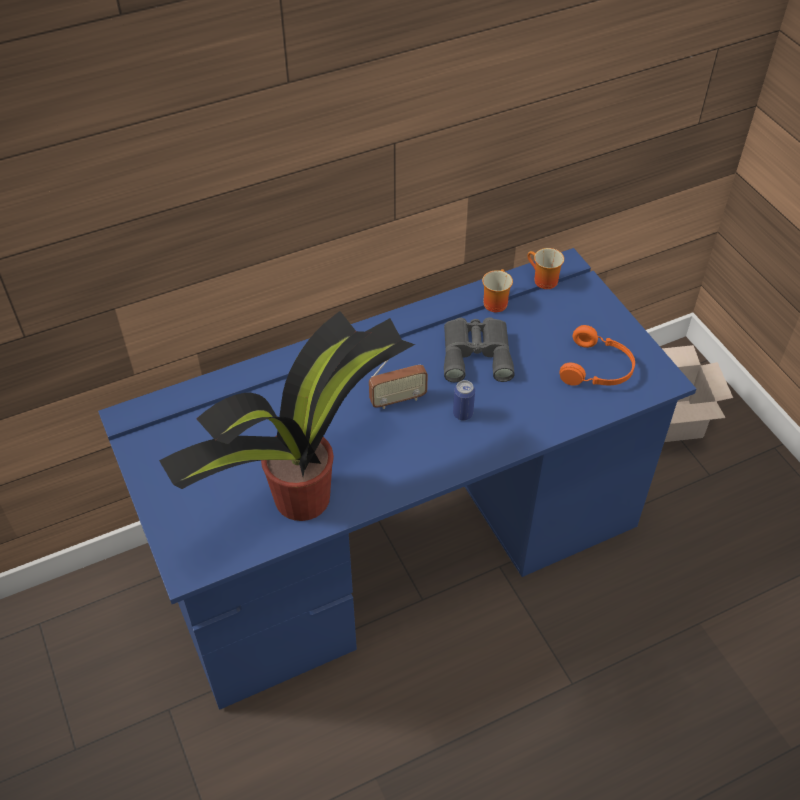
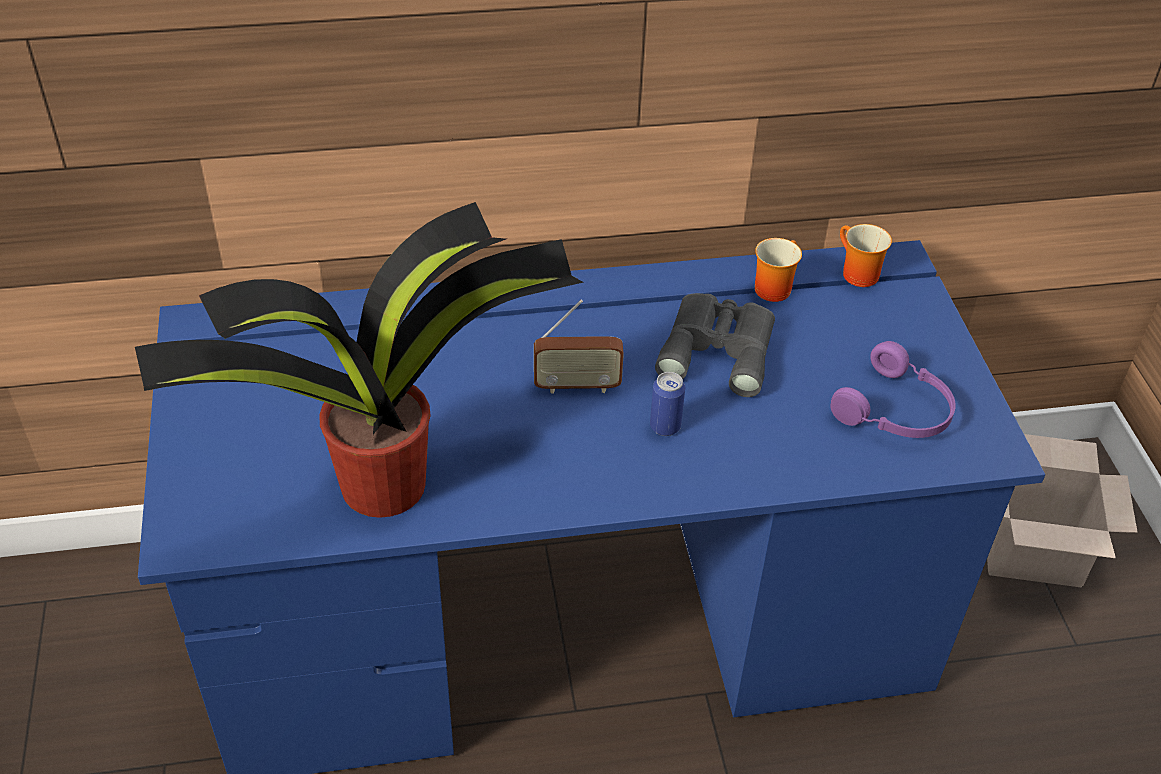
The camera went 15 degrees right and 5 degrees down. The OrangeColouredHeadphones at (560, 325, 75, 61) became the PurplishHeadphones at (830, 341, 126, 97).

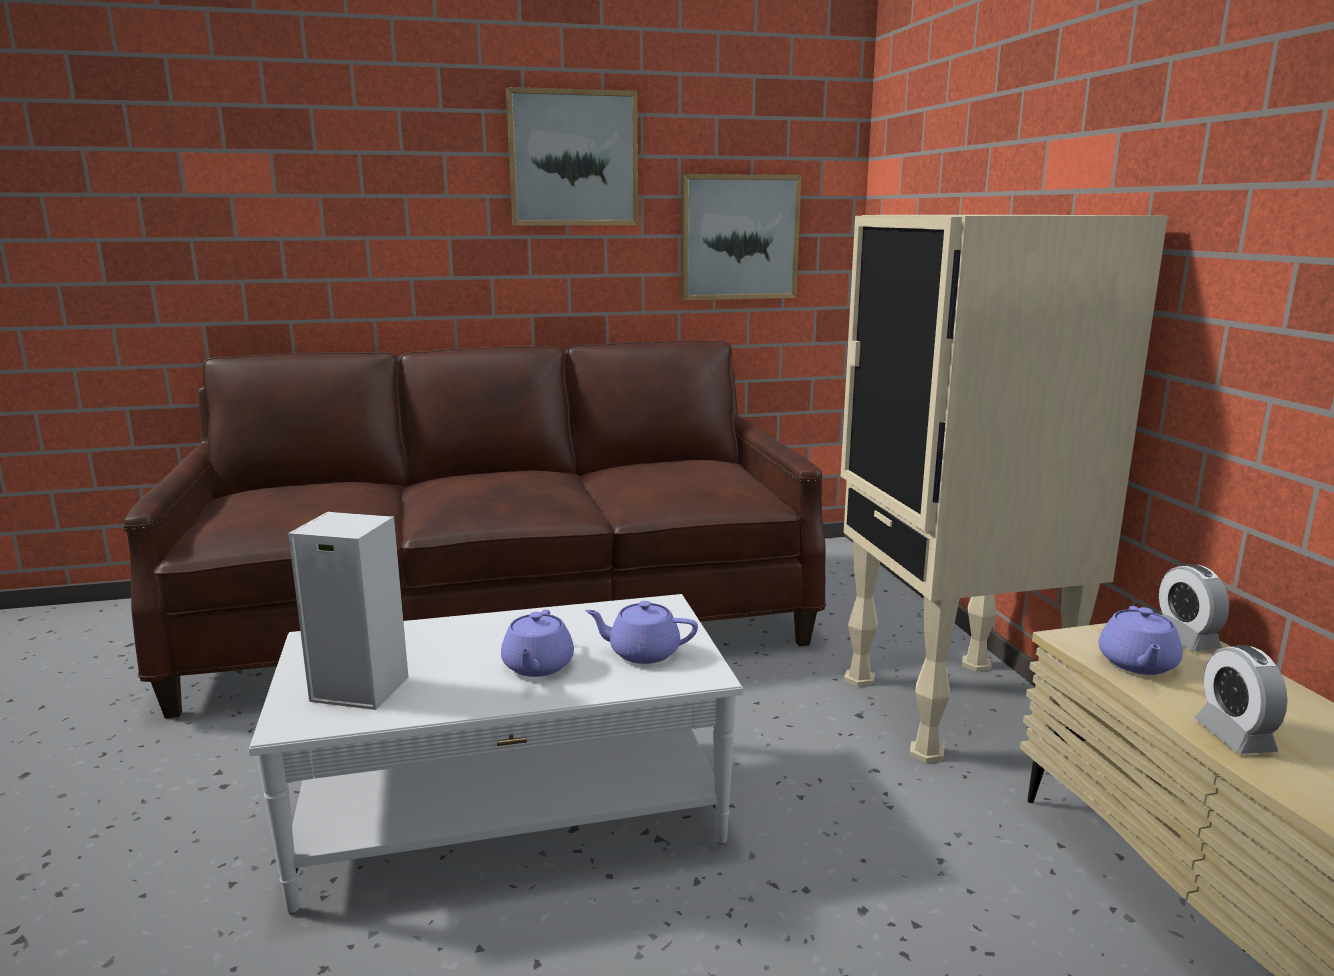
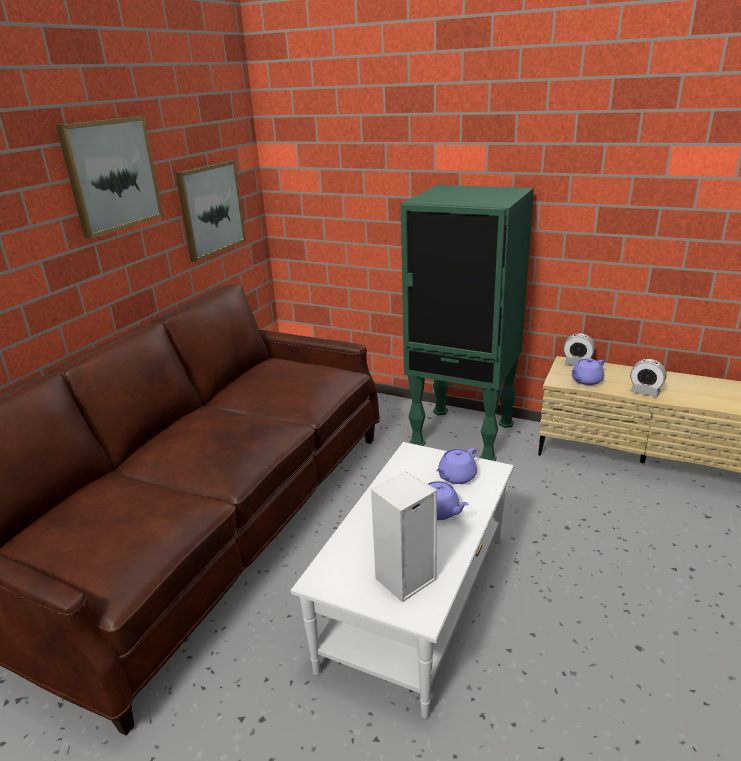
The camera went 50 degrees left and 10 degrees up. The BeigeColouredCupboard at (841, 215, 327, 548) became the GreenishCupboard at (401, 185, 133, 276). The PurplishPotForTea at (1099, 606, 83, 69) turned 90 degrees clockwise.

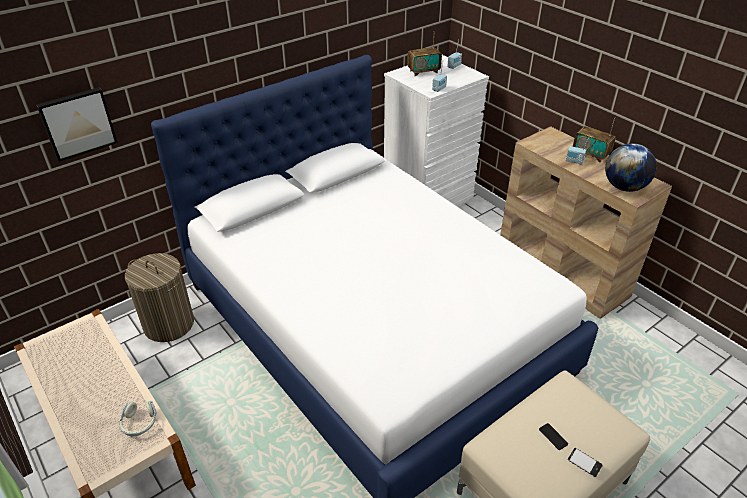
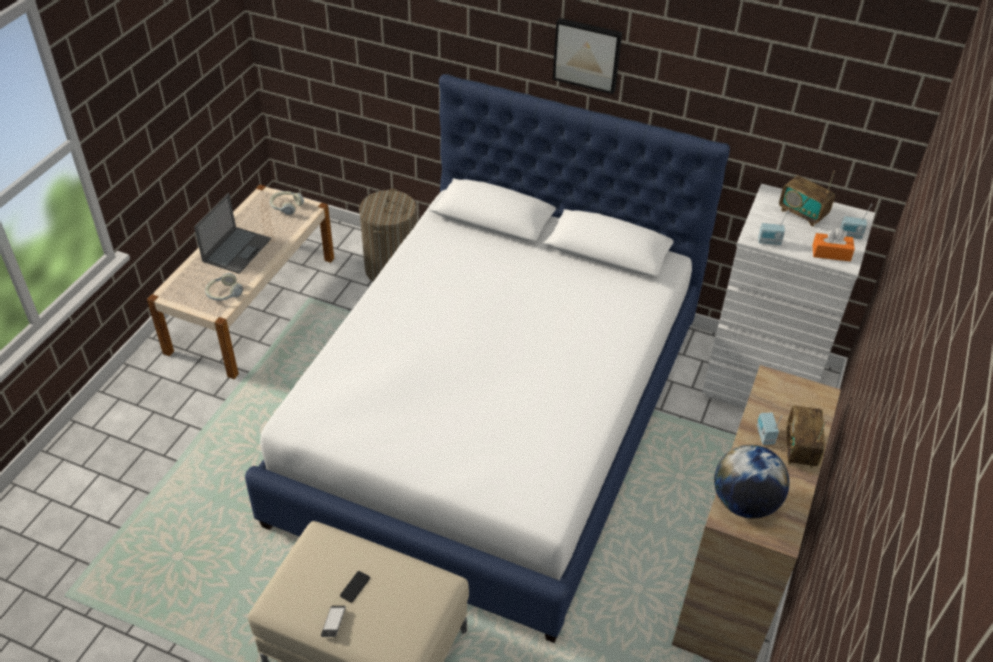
The camera went 60 degrees right and 5 degrees up. The Picture moved from (36, 87, 82, 75) to (553, 18, 69, 76). The PortableComputer at (194, 193, 77, 81) appeared. The Headphones at (270, 191, 34, 24) appeared. The OrangeColouredTissueHolder at (812, 228, 43, 33) appeared.

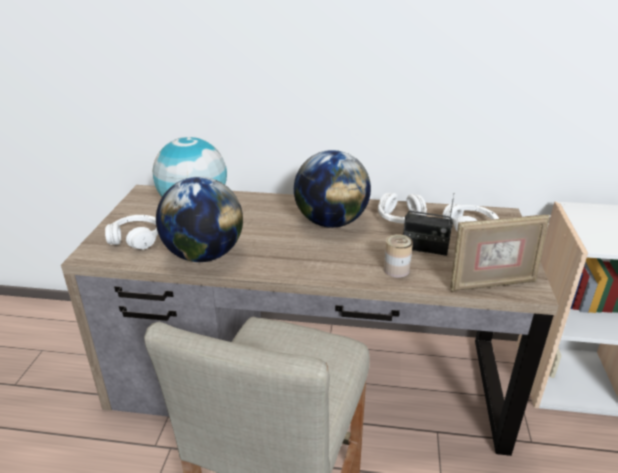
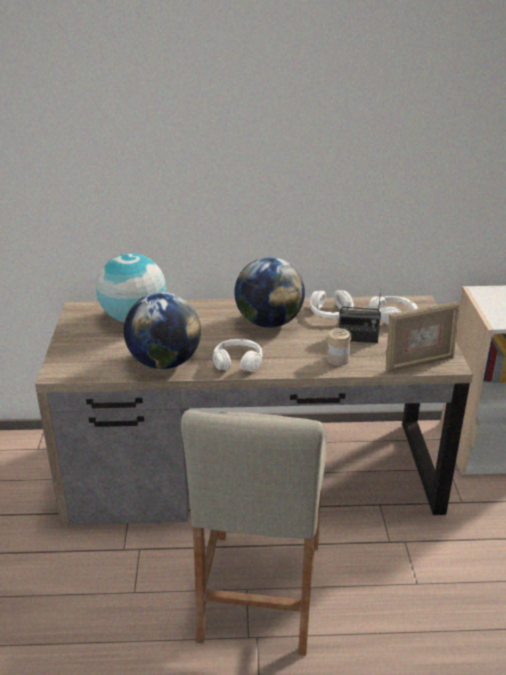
The camera went 10 degrees left and 0 degrees up. The WhiteColouredHeadphones moved from (105, 215, 53, 35) to (213, 339, 49, 33).

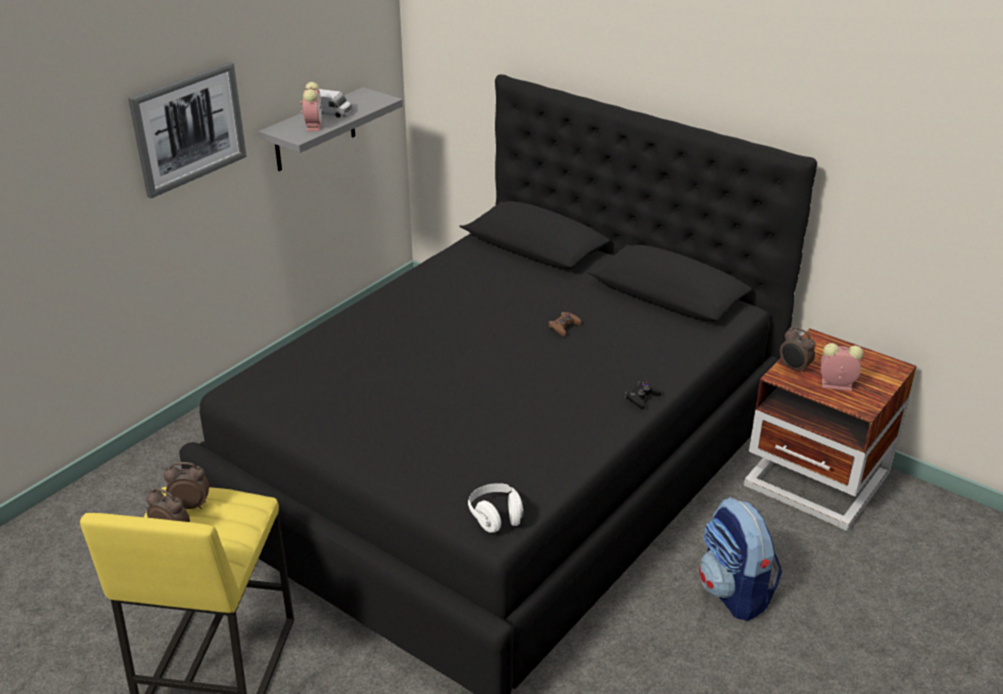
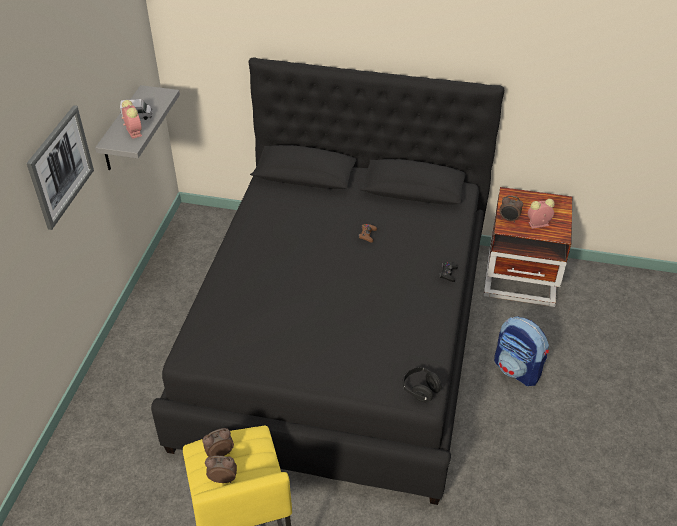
The camera went 25 degrees left and 10 degrees up. The WhiteColouredHeadphones at (468, 483, 56, 50) became the BlackColouredHeadphones at (402, 367, 40, 35).

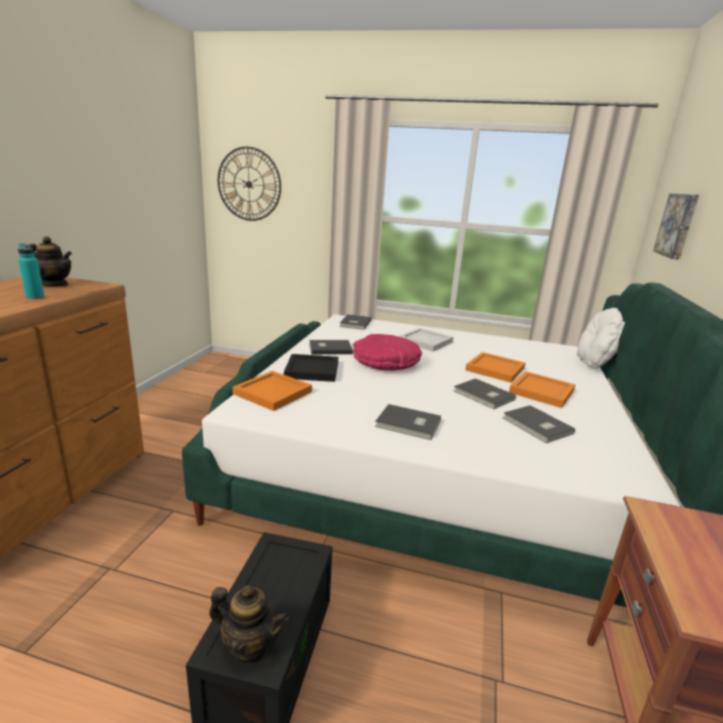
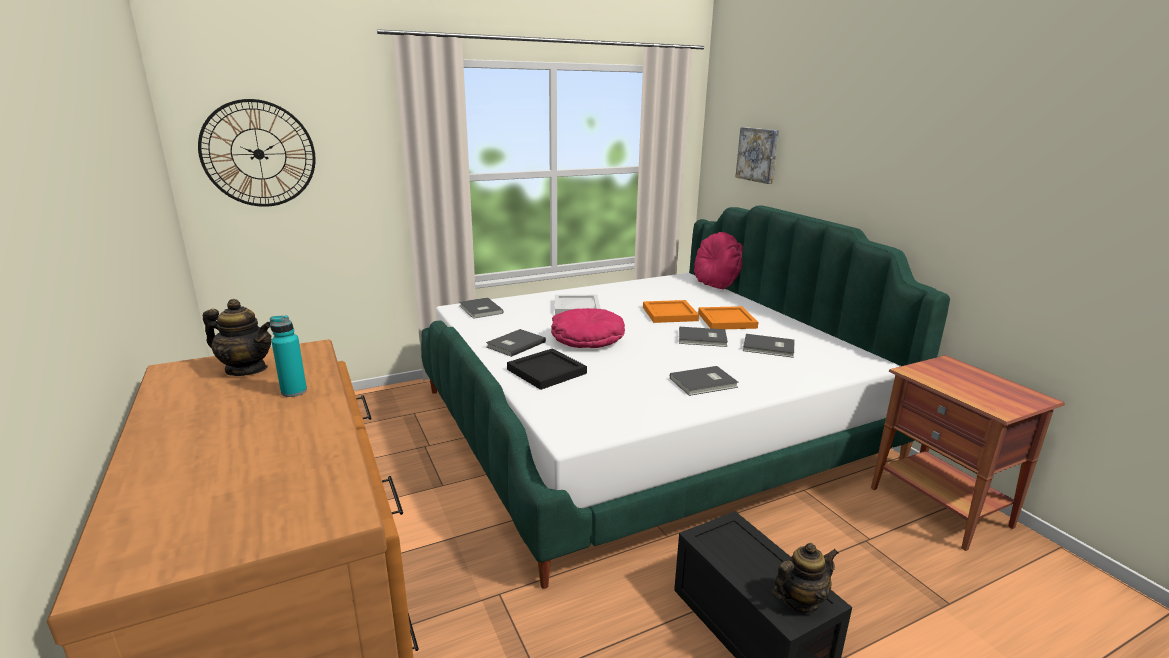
The camera went 40 degrees left and 0 degrees up. The PotForTea at (29, 237, 43, 49) turned 45 degrees clockwise. The OrangeColouredServingTray at (232, 371, 80, 40) disappeared. The WhiteColouredThrowPillow at (577, 308, 48, 60) became the PinkishThrowPillow at (694, 232, 49, 57).

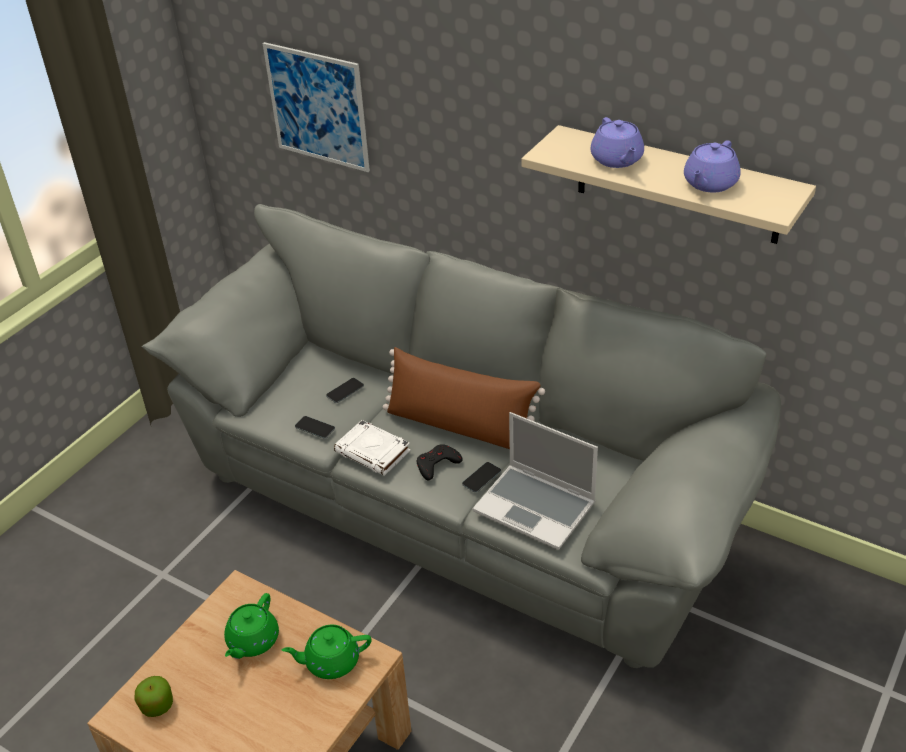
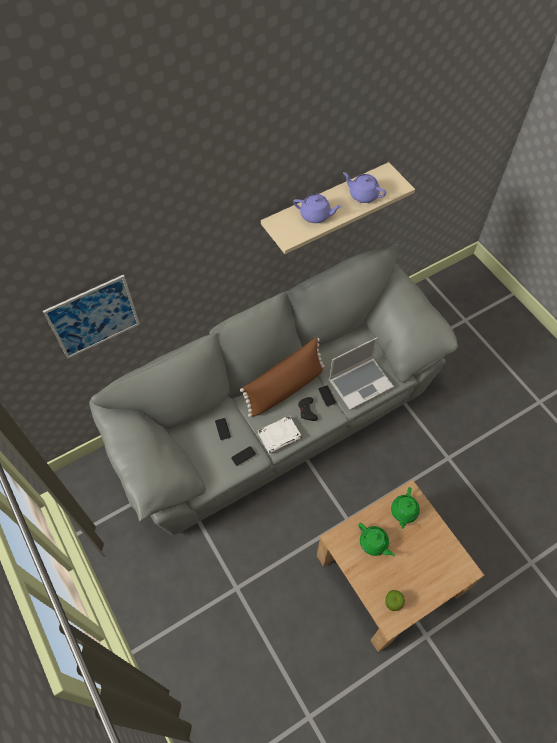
The camera went 65 degrees left and 20 degrees up. The PurplishPotForTea at (684, 140, 57, 52) turned 150 degrees clockwise.

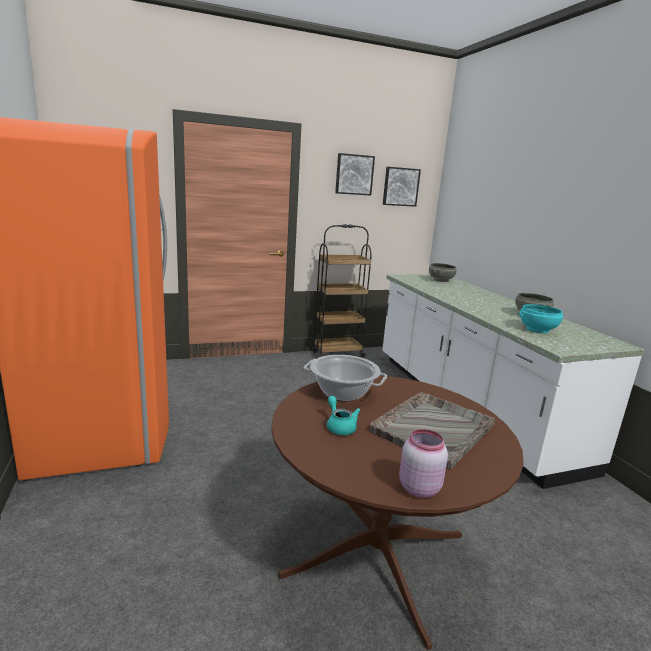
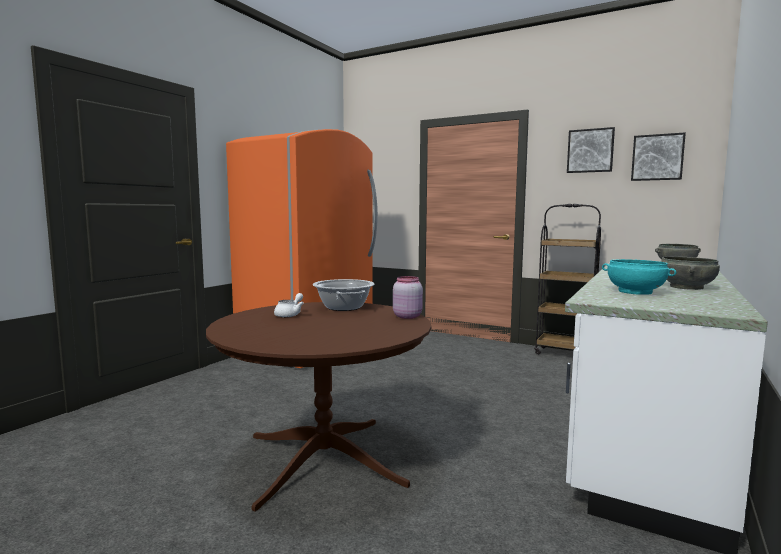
The camera went 50 degrees right and 10 degrees down. The TurquoisePotForTea at (327, 396, 33, 39) became the WhiteColouredPotForTea at (274, 293, 29, 24). The GreyServingTray at (369, 392, 126, 77) disappeared. The PinkishPreserveJar moved from (399, 429, 49, 69) to (393, 276, 30, 43).

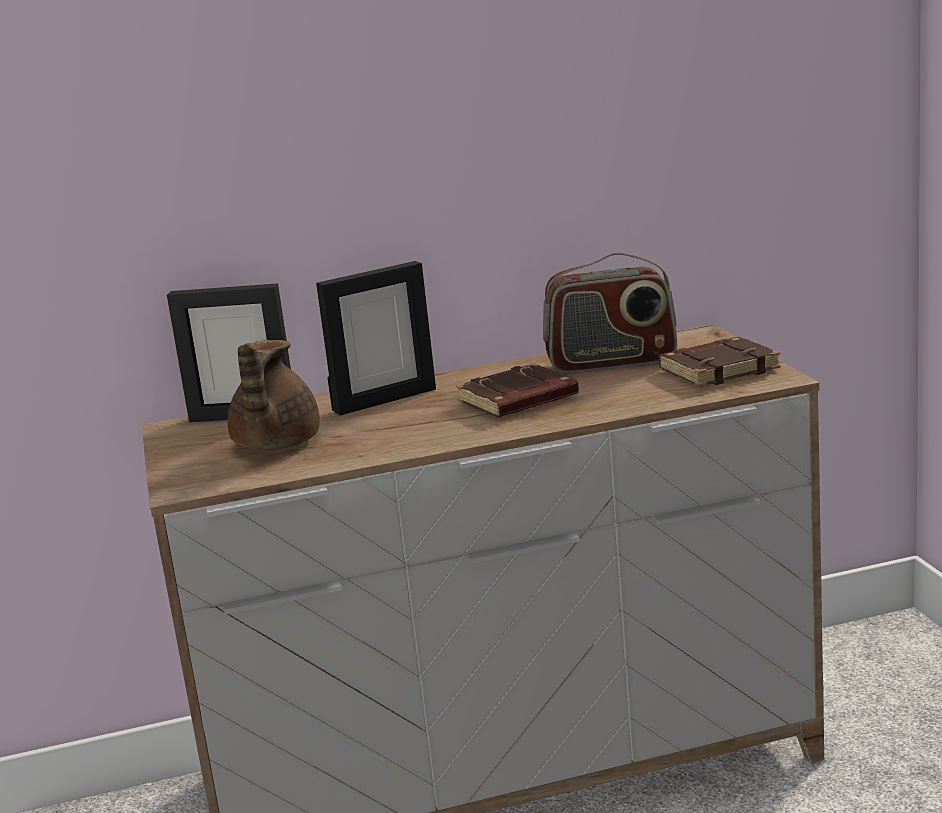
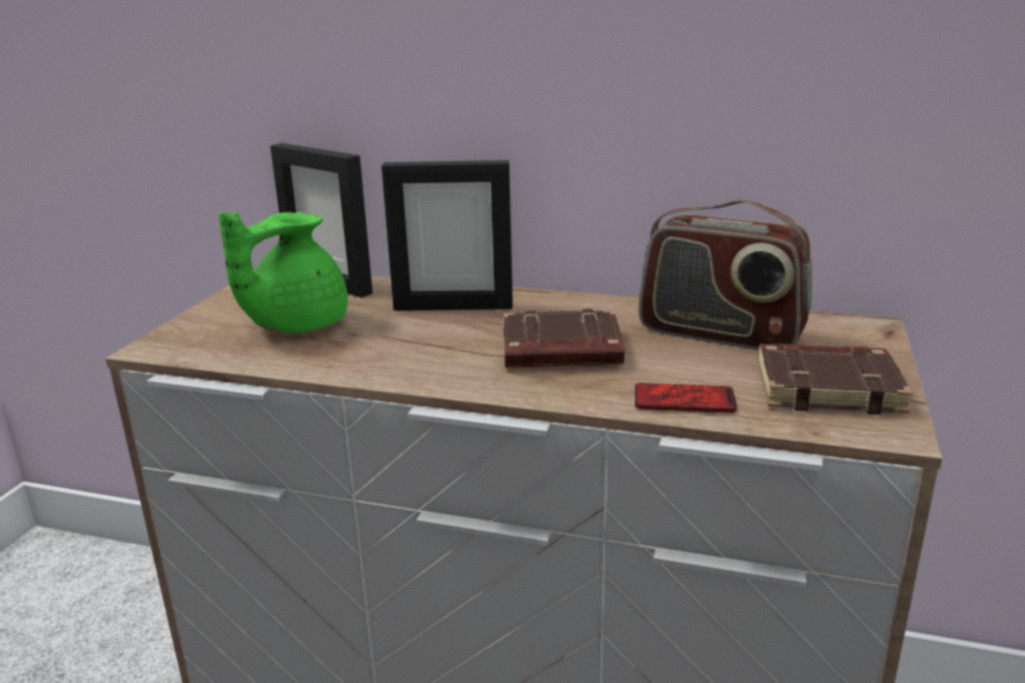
The camera went 30 degrees right and 5 degrees up. The BrownishPotForTea at (228, 340, 92, 110) became the GreenishPotForTea at (219, 212, 129, 121). The Phone at (635, 383, 102, 30) appeared.

